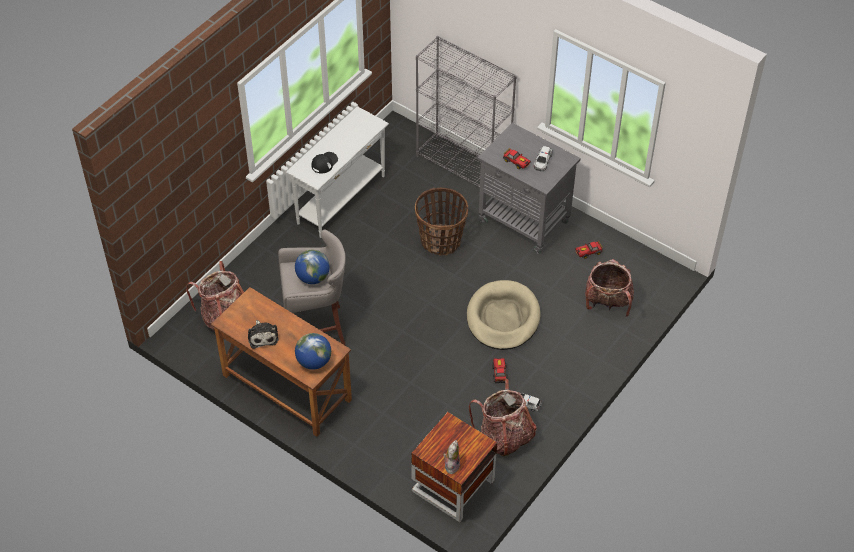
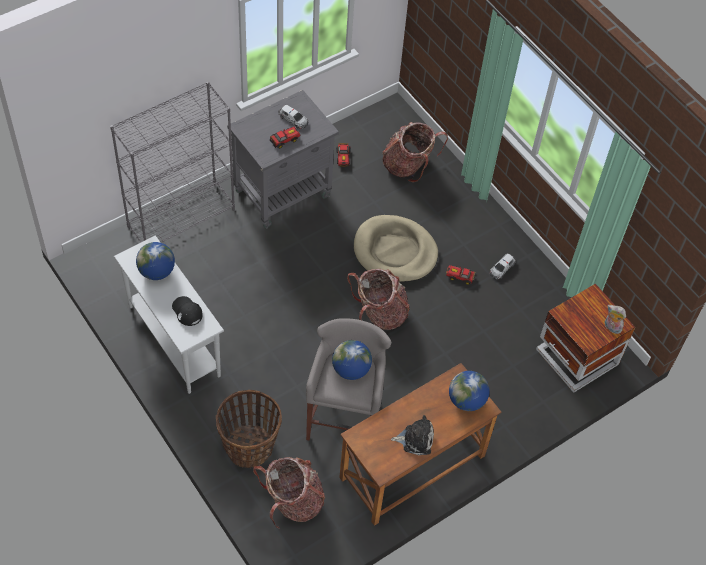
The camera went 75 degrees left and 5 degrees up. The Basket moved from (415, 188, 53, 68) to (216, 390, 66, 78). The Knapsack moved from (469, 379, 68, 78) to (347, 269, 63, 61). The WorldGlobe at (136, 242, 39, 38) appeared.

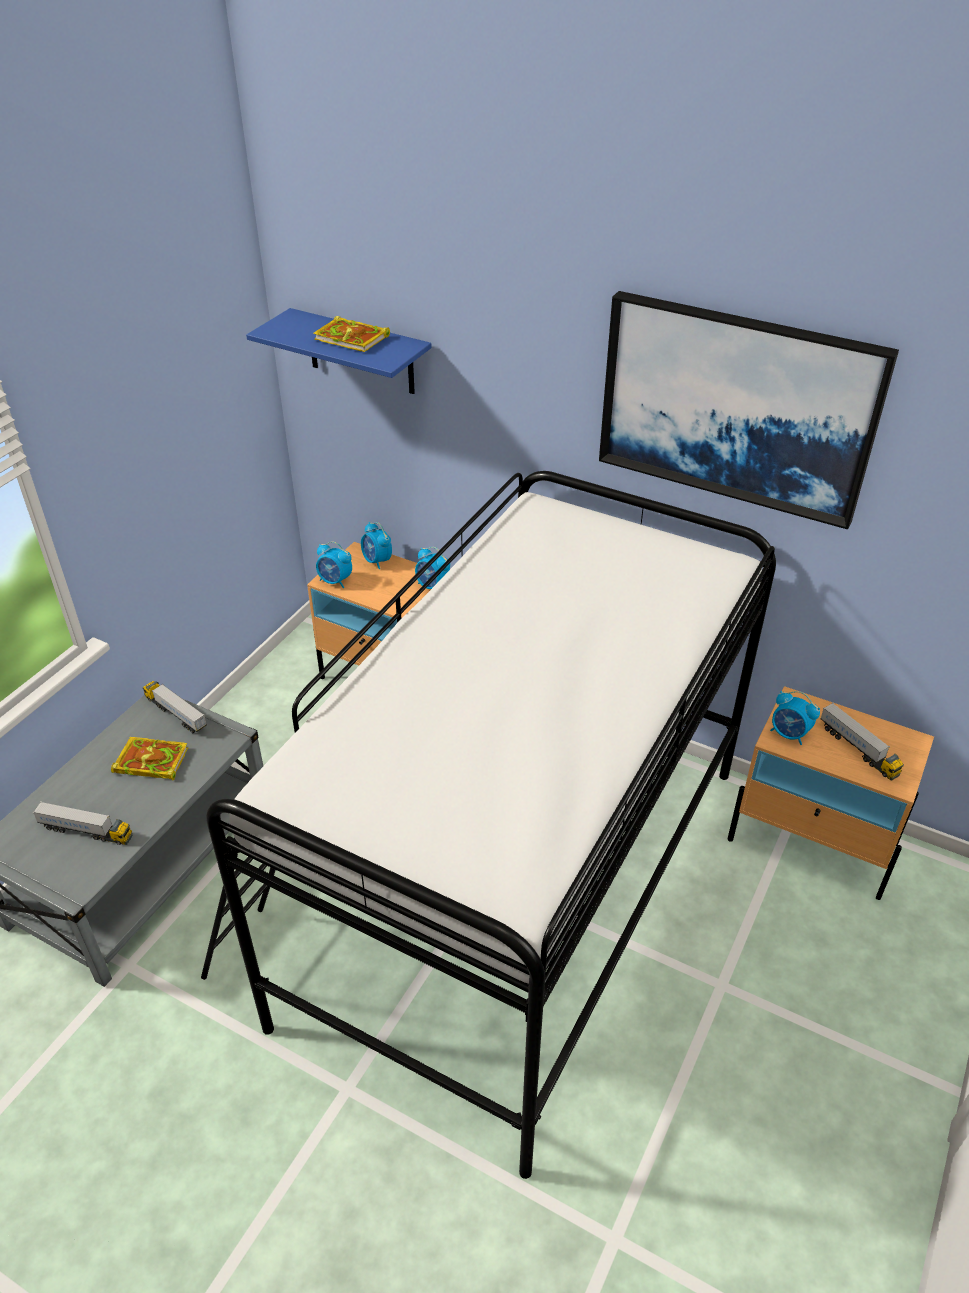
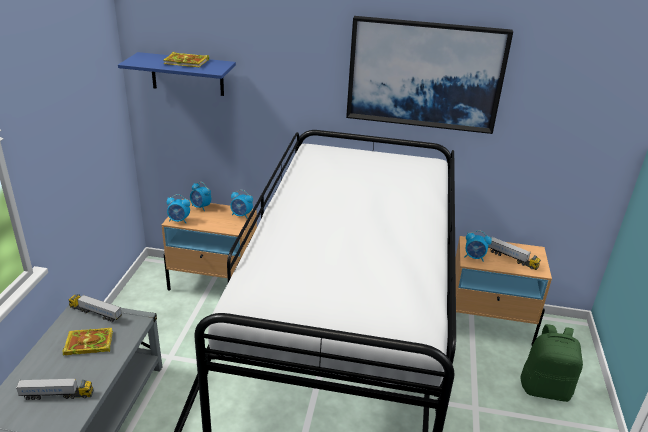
The camera went 20 degrees left and 10 degrees down. The GreenishKnapsack at (521, 324, 62, 78) appeared.

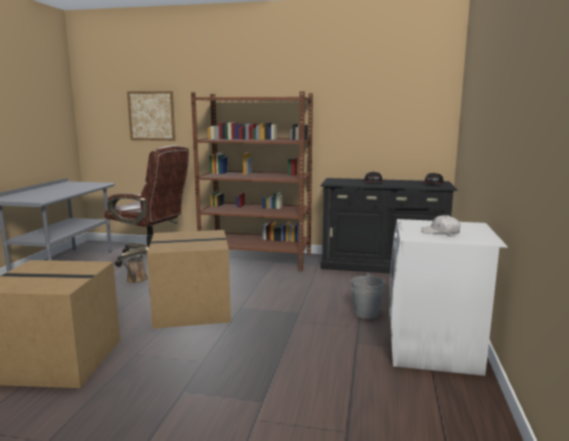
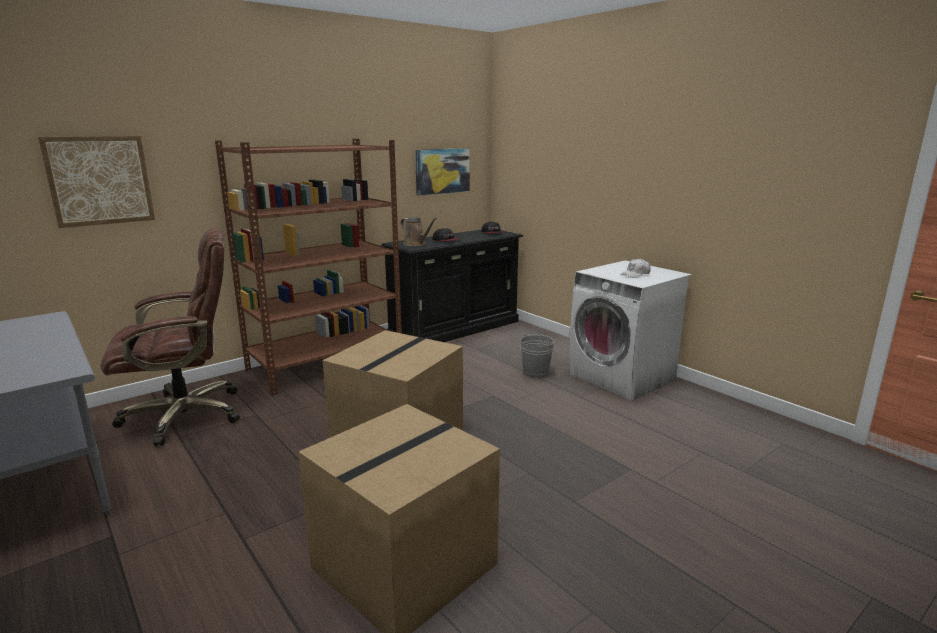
The camera went 50 degrees left and 5 degrees up. The BrownishWateringPot moved from (123, 255, 25, 28) to (401, 217, 36, 29). The Picture at (415, 148, 55, 48) appeared.

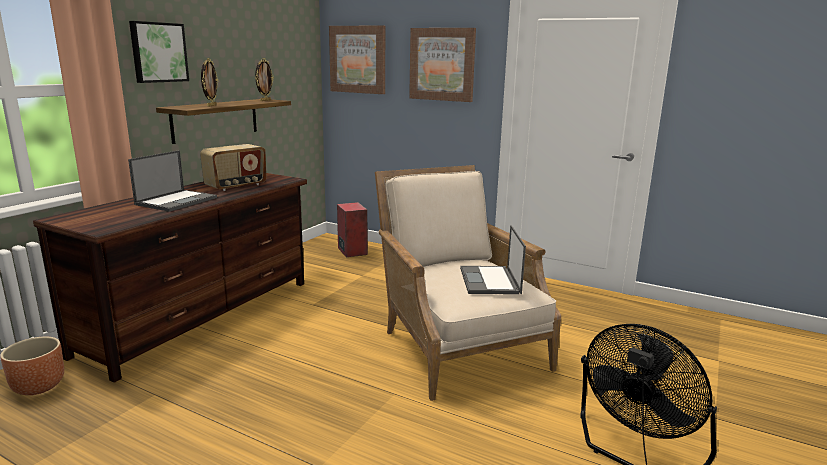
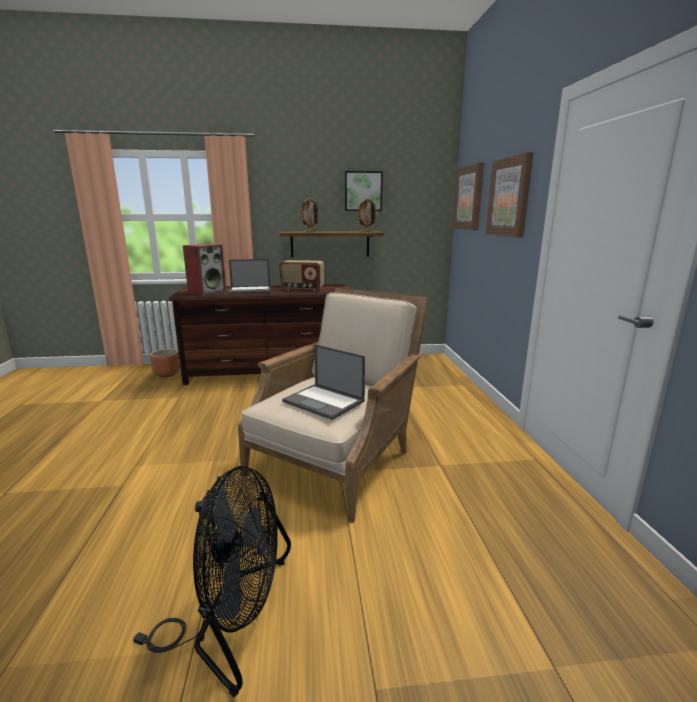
The camera went 55 degrees right and 0 degrees up. The Picture moved from (129, 21, 60, 62) to (345, 171, 38, 40). The Loudspeaker moved from (337, 202, 31, 55) to (183, 244, 43, 52). The PortableComputer at (460, 225, 66, 69) turned 105 degrees counterclockwise.

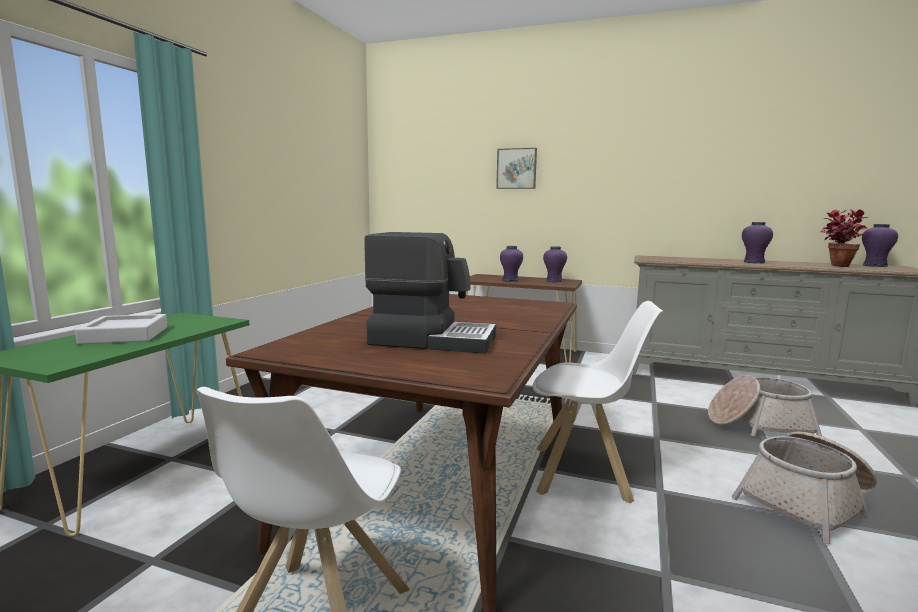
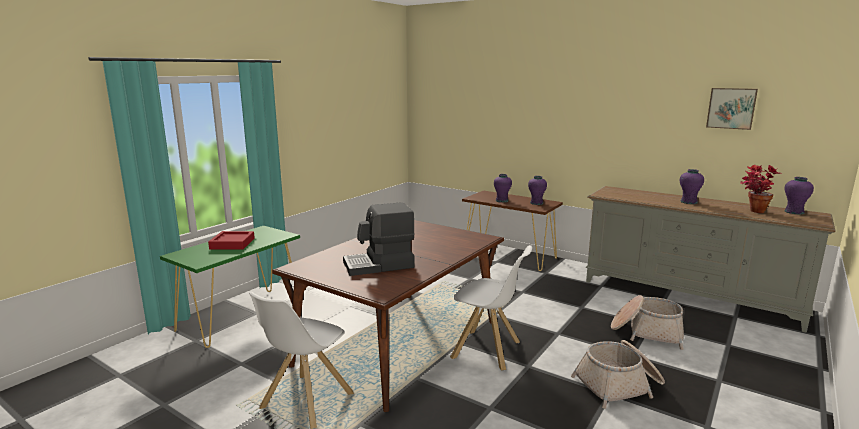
The camera went 15 degrees right and 5 degrees up. The GreyServingTray at (75, 314, 93, 30) became the RedServingTray at (208, 231, 47, 19). The CoffeeMachine at (364, 232, 132, 122) turned 135 degrees clockwise. The Picture moved from (496, 148, 41, 41) to (706, 88, 52, 42).

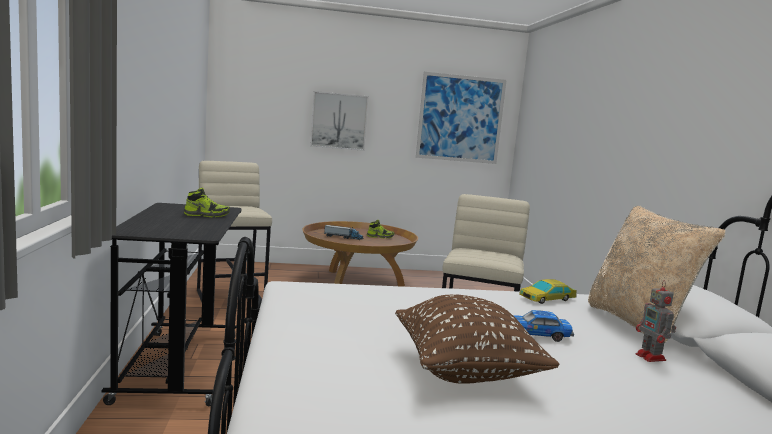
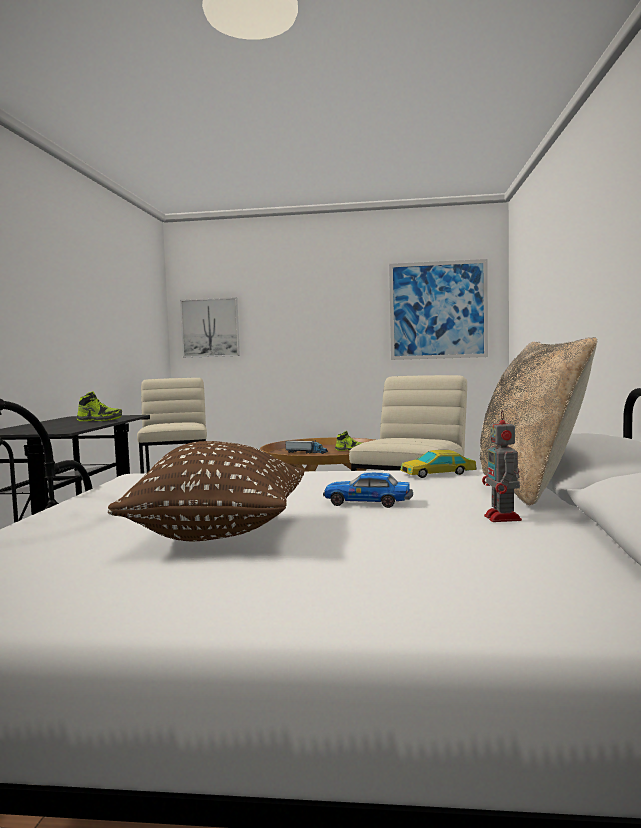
The camera went 15 degrees right and 5 degrees down. The Picture moved from (310, 91, 59, 60) to (180, 297, 60, 61).

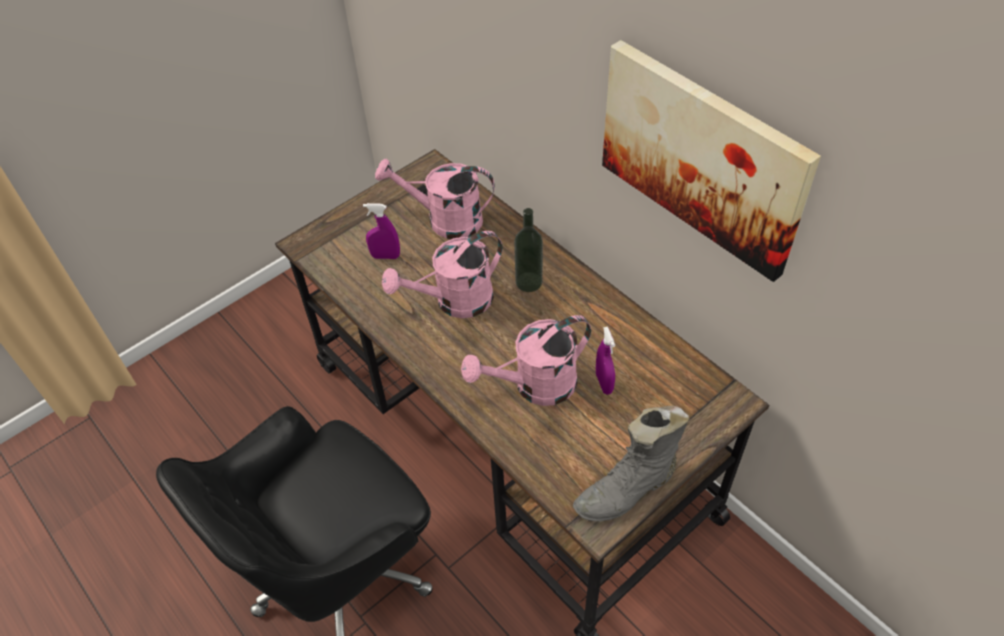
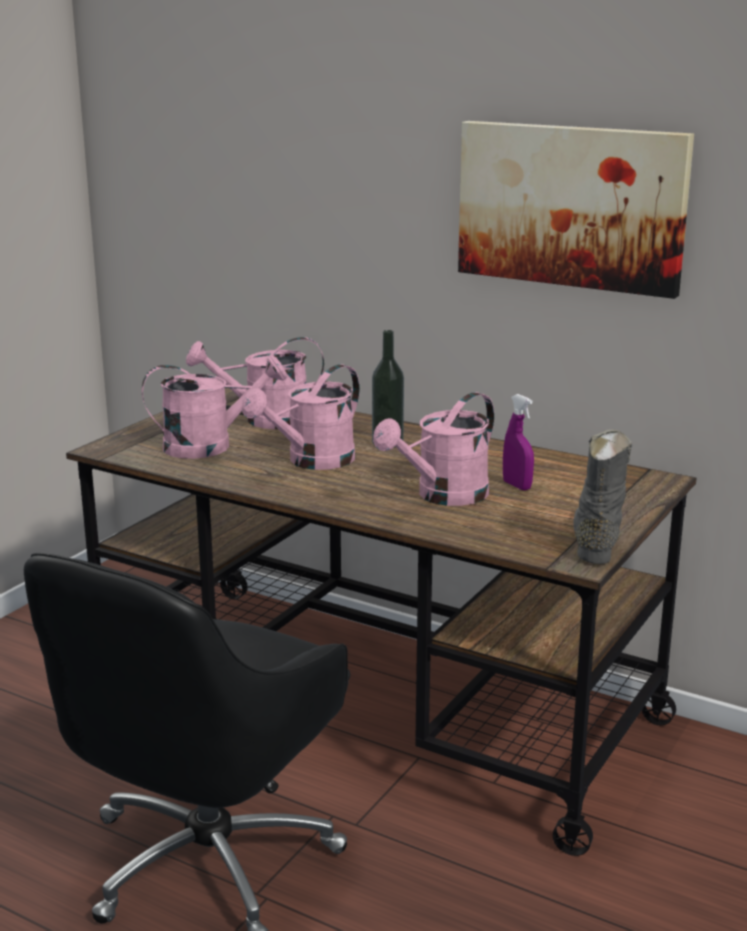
The camera went 20 degrees left and 30 degrees down. The PurplishSprayer at (363, 203, 37, 56) was replaced by the PinkishWateringPot at (142, 356, 145, 103). The GreyHighTopBoot at (573, 406, 116, 115) turned 150 degrees clockwise.

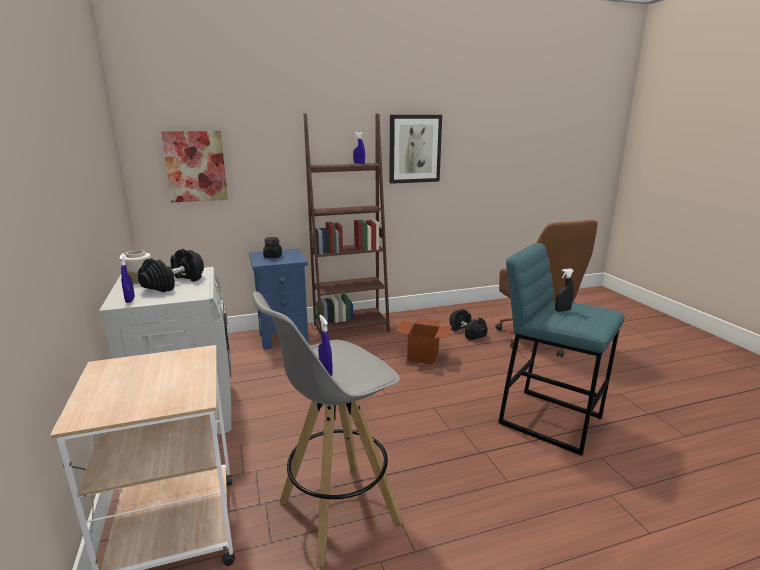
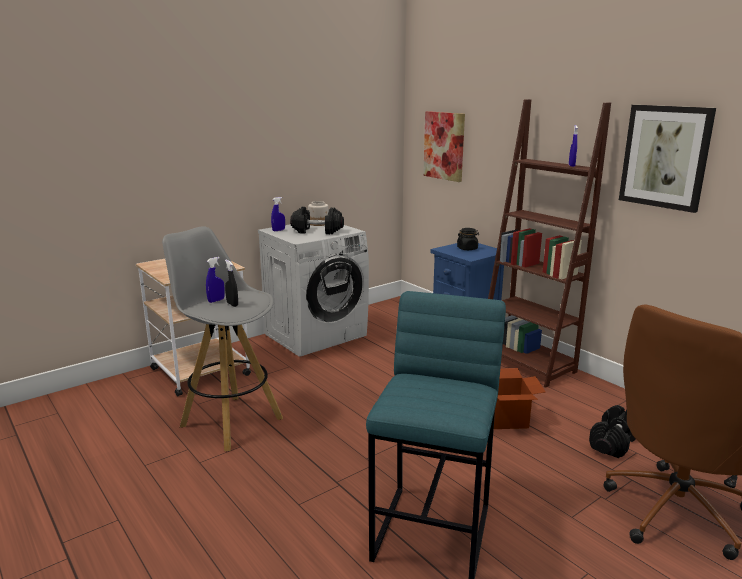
The camera went 70 degrees right and 0 degrees up. The BlackColouredSprayer moved from (555, 268, 19, 44) to (225, 260, 13, 47).

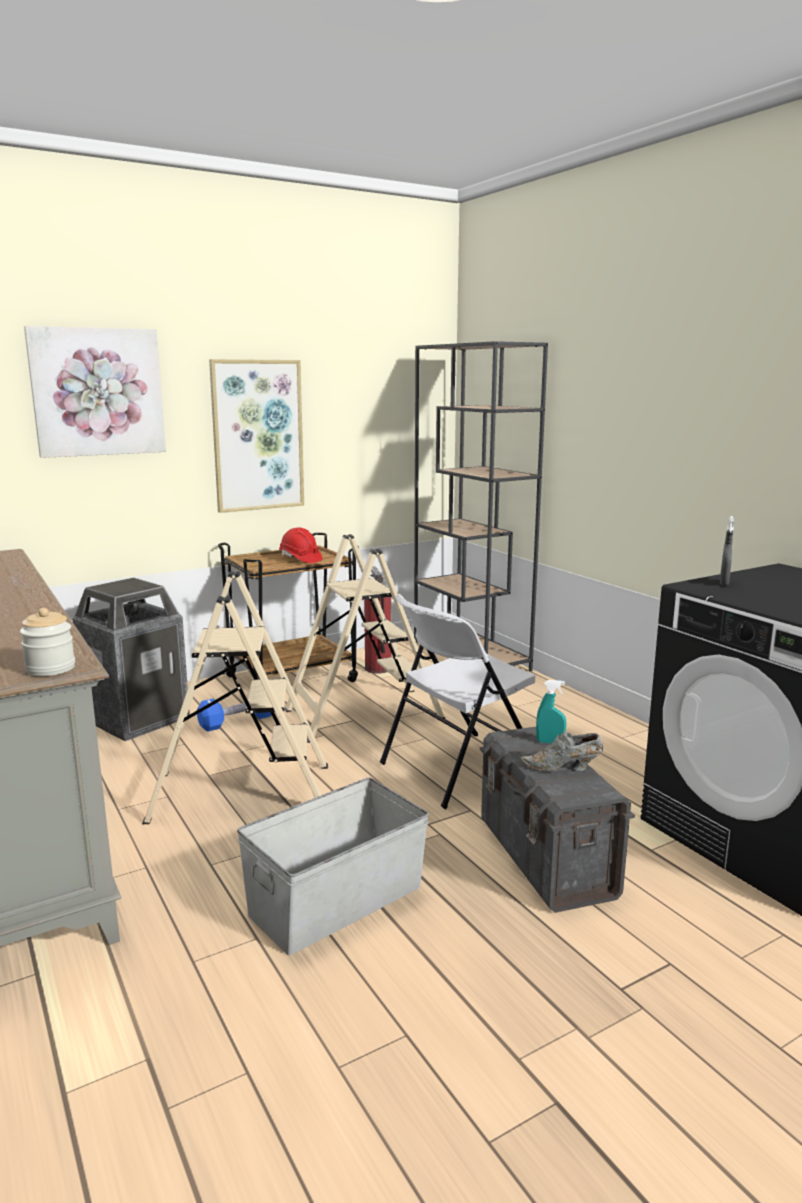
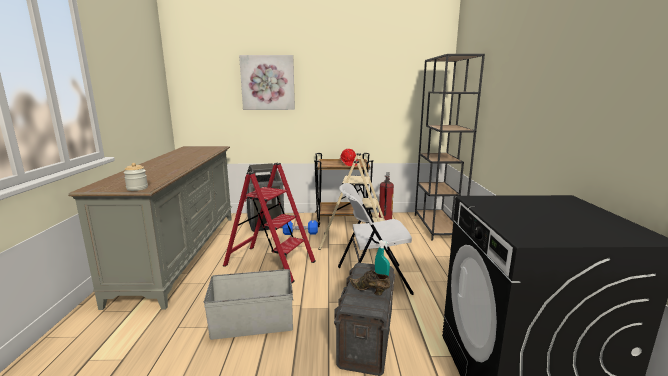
The camera went 30 degrees right and 0 degrees up. The BeigeColouredStepStool at (142, 571, 186, 253) became the RedStepStool at (223, 163, 93, 121). The Picture at (209, 359, 95, 154) disappeared. The GreyItemOfFootwear at (520, 731, 83, 40) became the BrownishItemOfFootwear at (349, 270, 42, 25). The GreySprayer at (720, 516, 14, 70) disappeared.

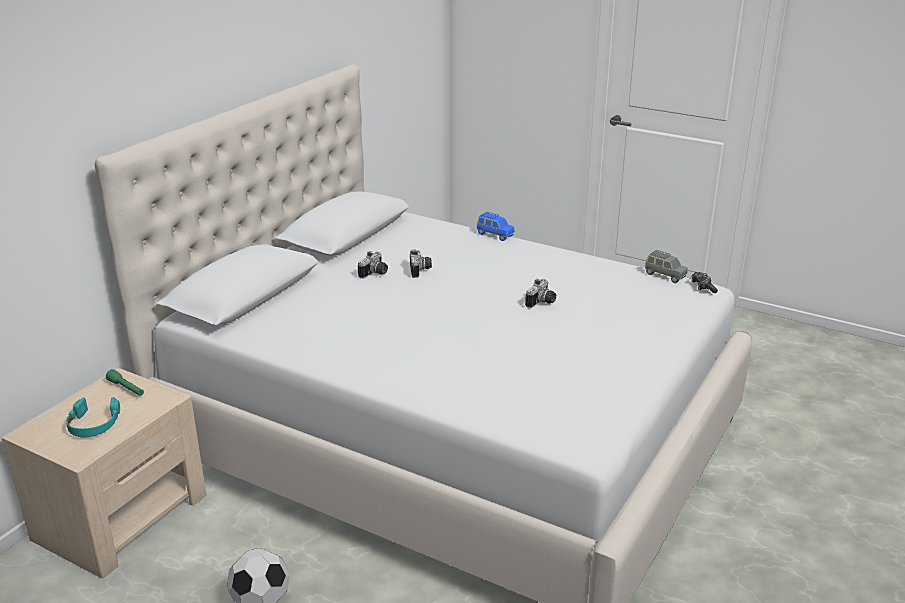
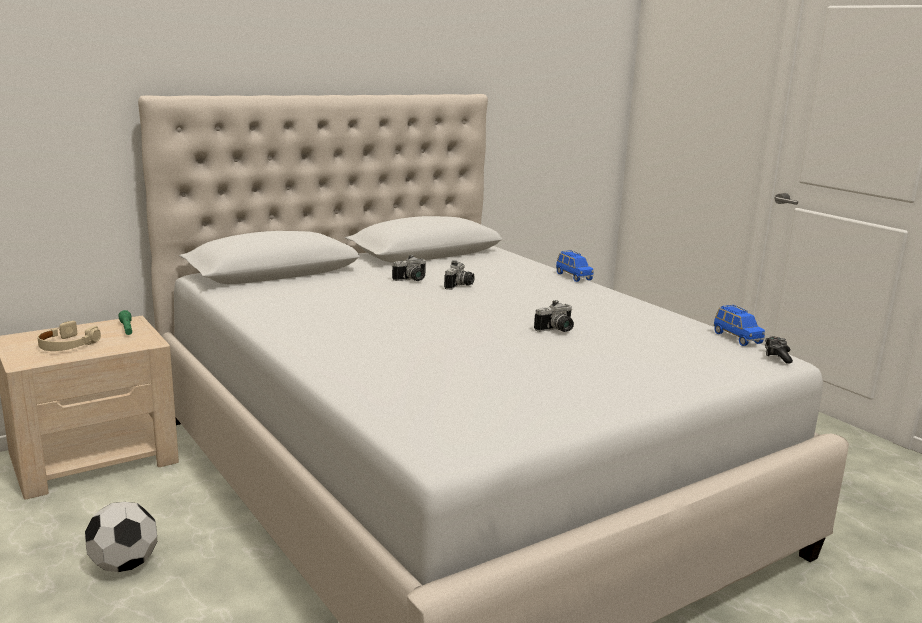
The camera went 25 degrees right and 10 degrees down. The TurquoiseHeadphones at (66, 397, 54, 41) became the BeigeColouredHeadphones at (37, 321, 64, 30). The GreyToyCar at (645, 250, 43, 33) became the BlueColouredToyCar at (714, 305, 51, 41).

